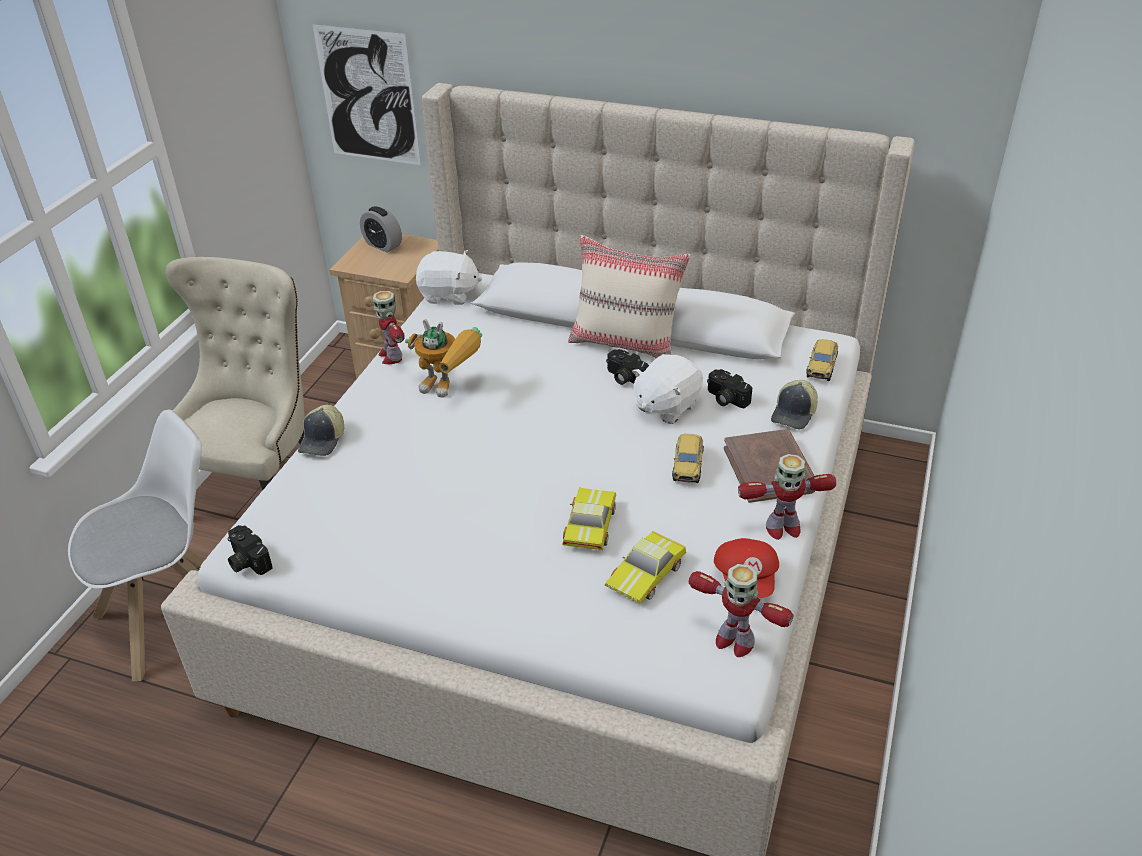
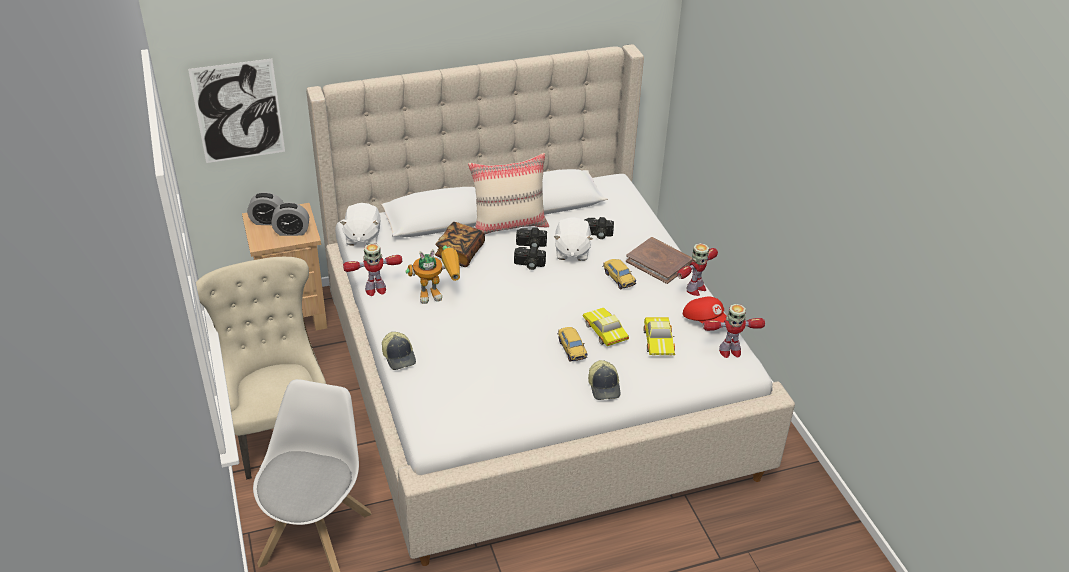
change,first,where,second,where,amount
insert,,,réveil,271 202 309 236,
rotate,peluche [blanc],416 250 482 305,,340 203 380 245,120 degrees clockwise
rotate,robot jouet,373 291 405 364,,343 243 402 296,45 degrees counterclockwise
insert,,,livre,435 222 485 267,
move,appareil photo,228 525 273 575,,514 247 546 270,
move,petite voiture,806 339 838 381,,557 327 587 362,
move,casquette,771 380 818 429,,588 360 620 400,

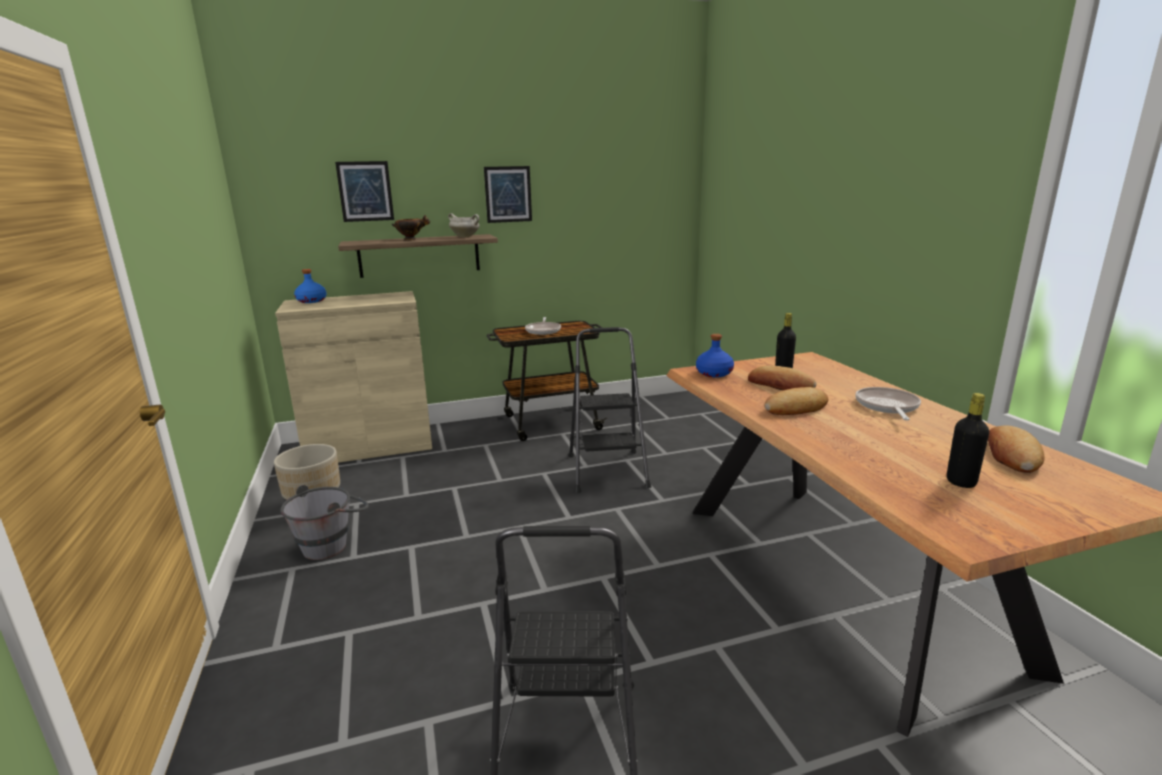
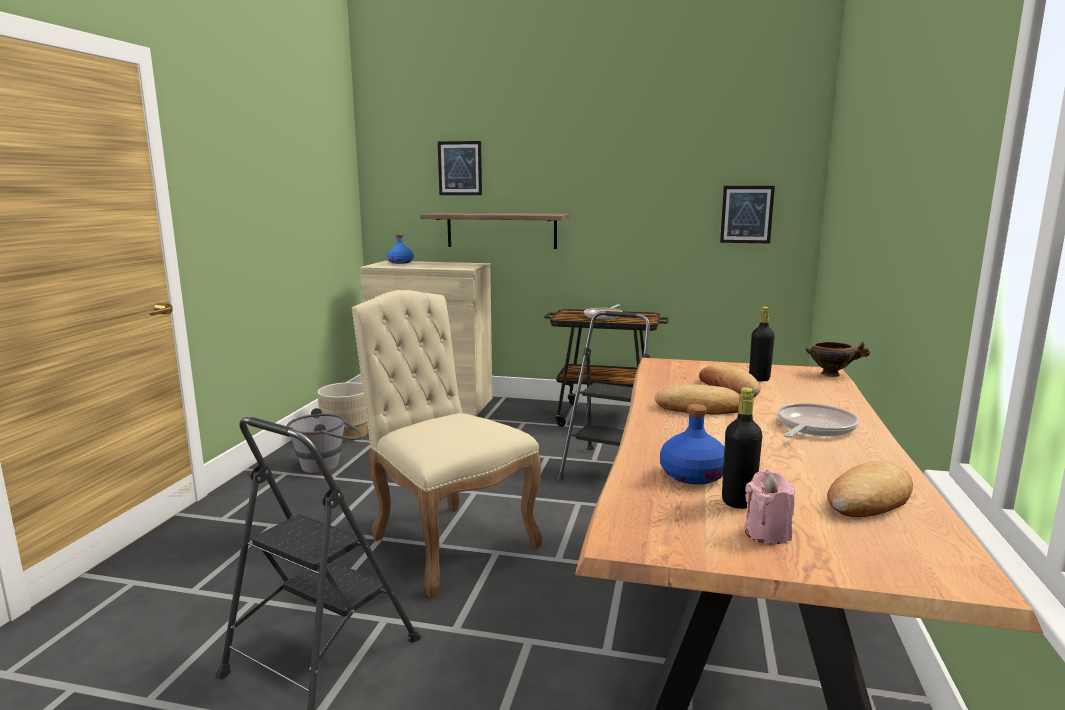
change,first,where,second,where,amount
insert,,,chaise [beige],352 290 542 598,
move,bouteille [bleu],696 334 734 377,,660 404 725 485,
move,tableau,484 166 532 223,,720 186 775 243,
insert,,,bougie [rose],745 470 795 544,
move,bol,392 215 430 240,,806 341 870 377,
delete,marmite [blanc],448 213 479 237,,,

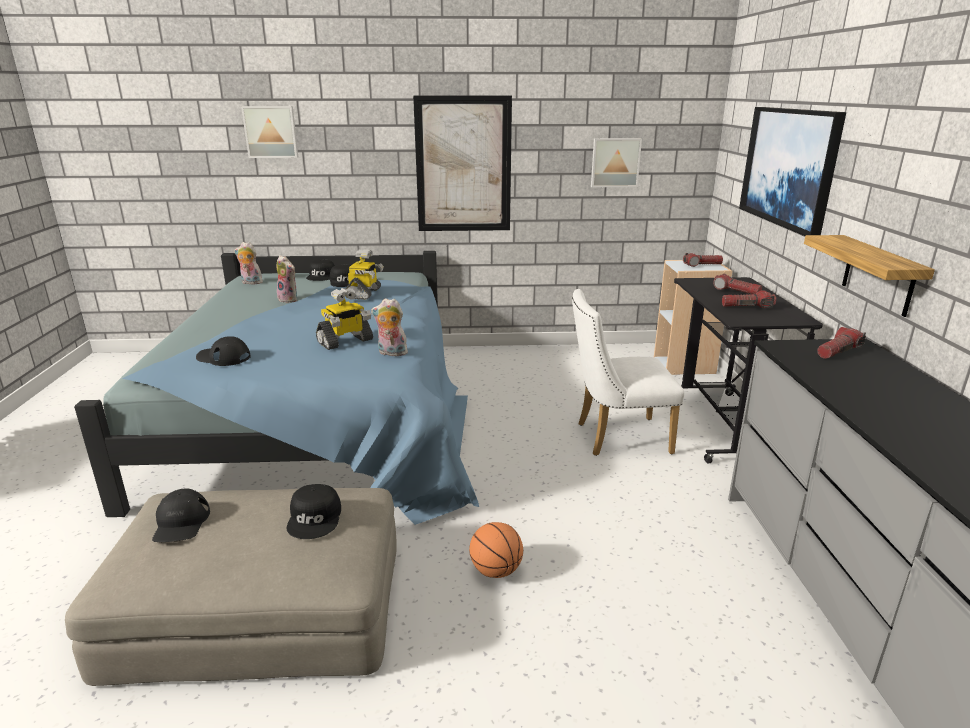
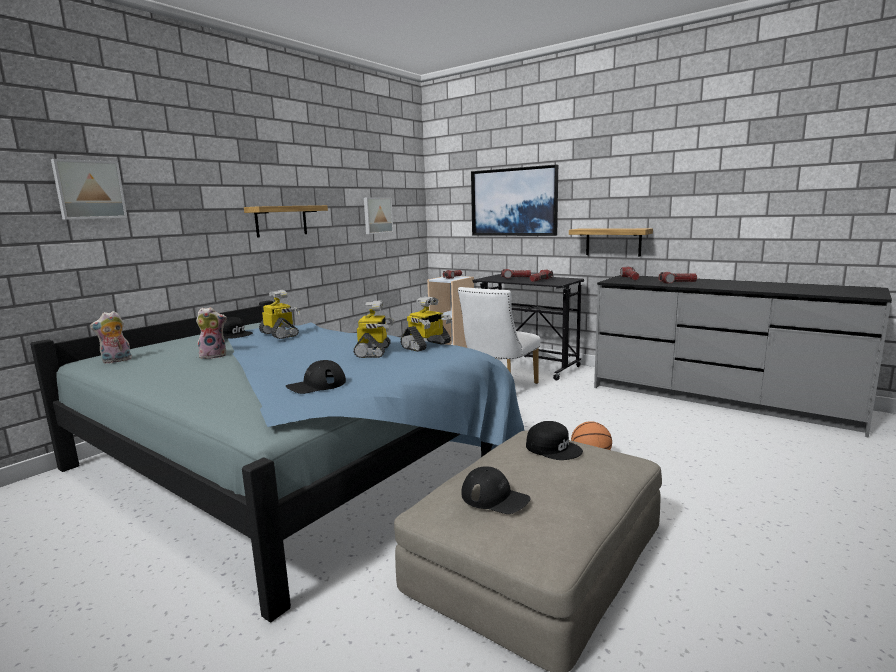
change,first,where,second,where,amount
replace,tableau,413 95 512 231,étagère,244 205 328 238,
replace,peluche,371 298 408 356,robot jouet,401 297 452 352,
insert,,,lampe de poche,659 272 697 284,
delete,casquette [noir],306 259 335 281,,,

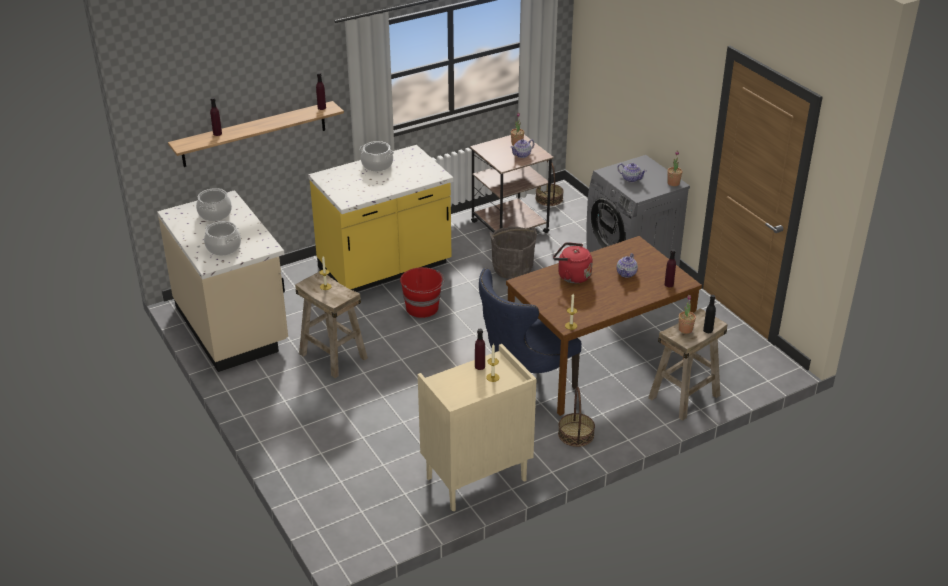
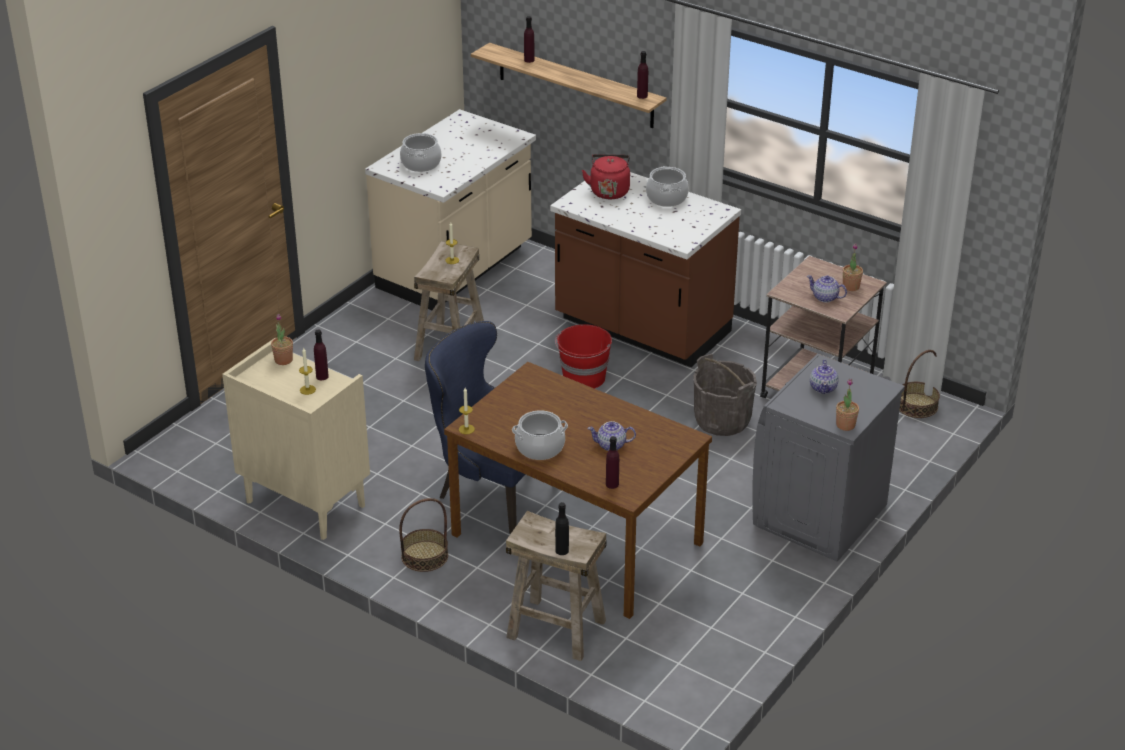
change,first,where,second,where,amount
move,plante en pot,679 295 696 334,,271 314 293 365,
move,marmite,196 188 232 221,,512 410 568 460,
recolor,comptoir de cuisine [jaune],308 145 454 292,comptoir de cuisine [marron],550 172 741 367,
move,bouilloire [rouge],553 242 593 283,,582 154 630 199,

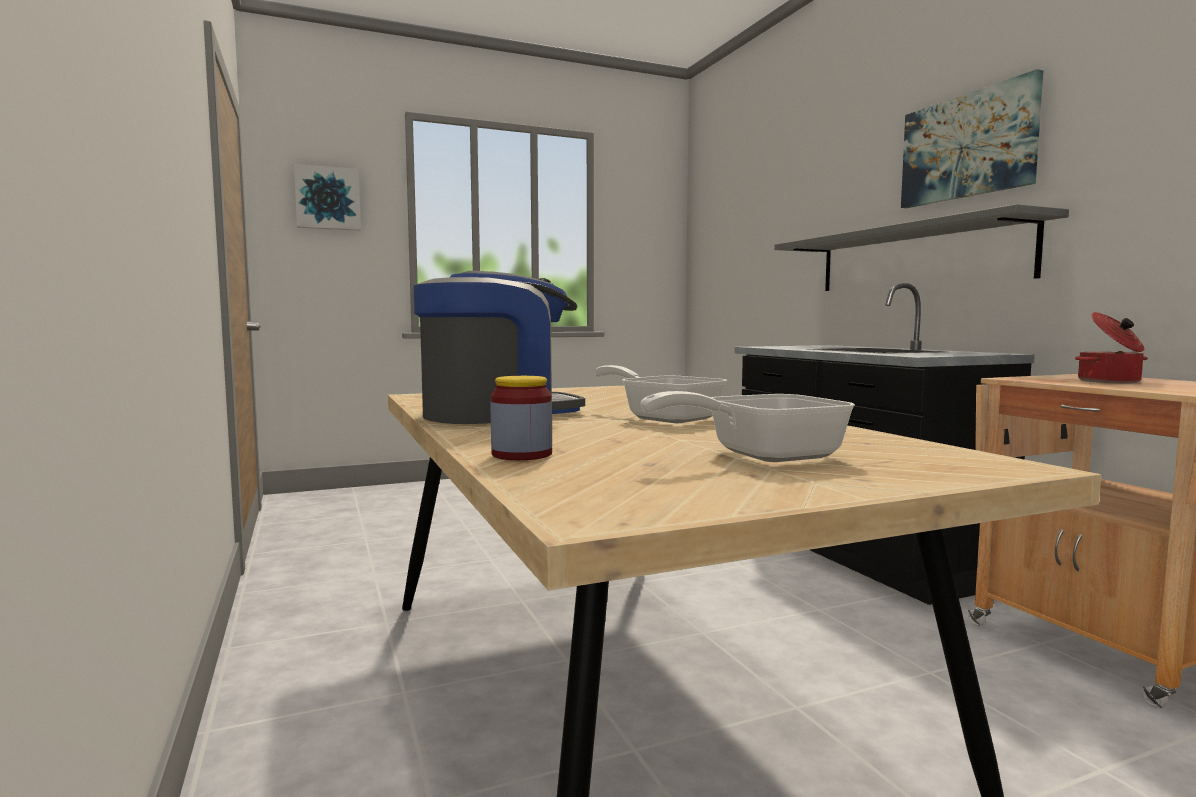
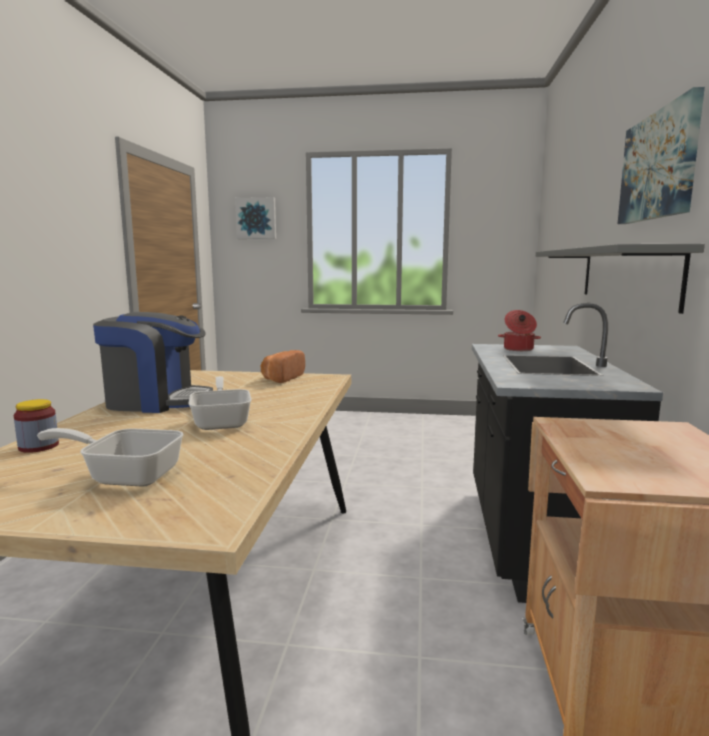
change,first,where,second,where,amount
insert,,,pain,260 350 305 383,
move,marmite,1075 312 1148 383,,498 310 541 351,

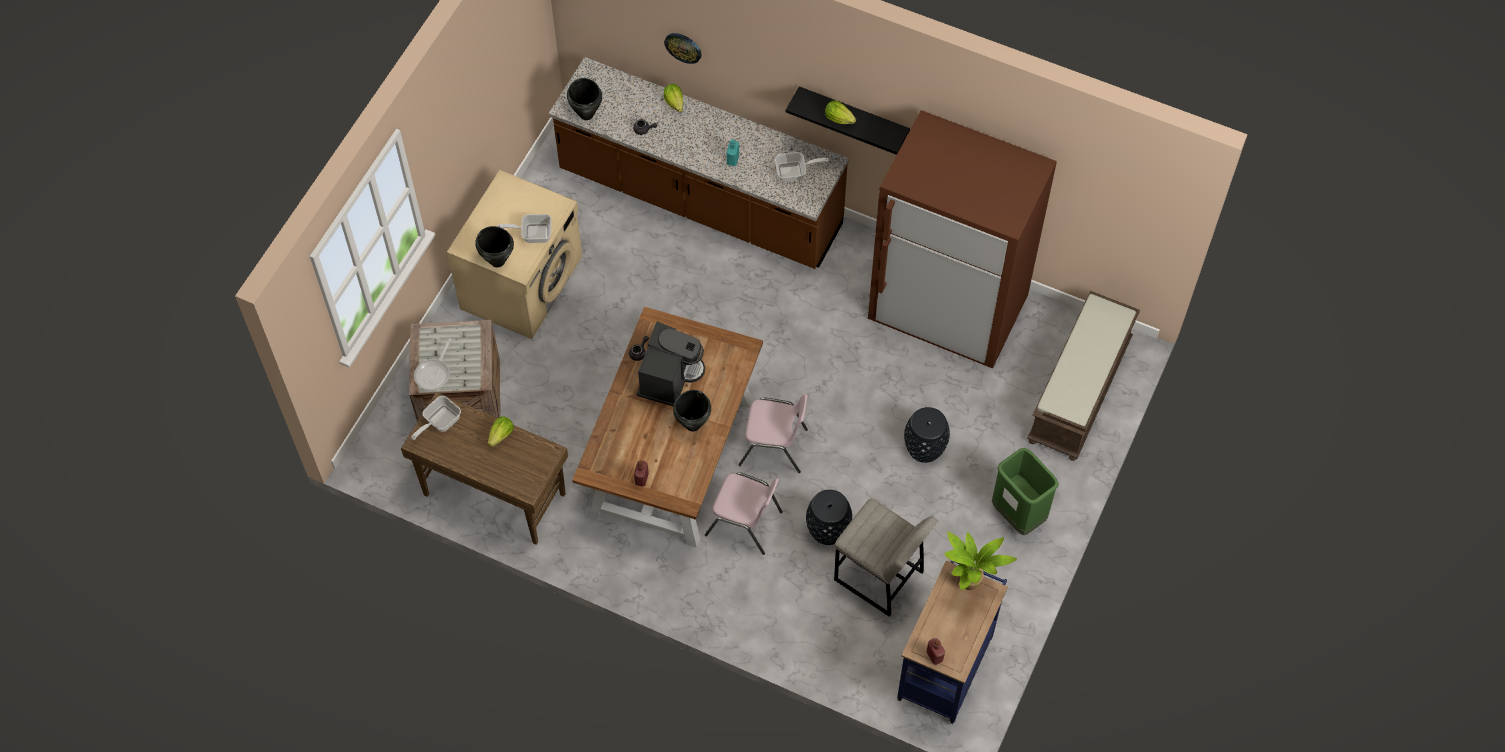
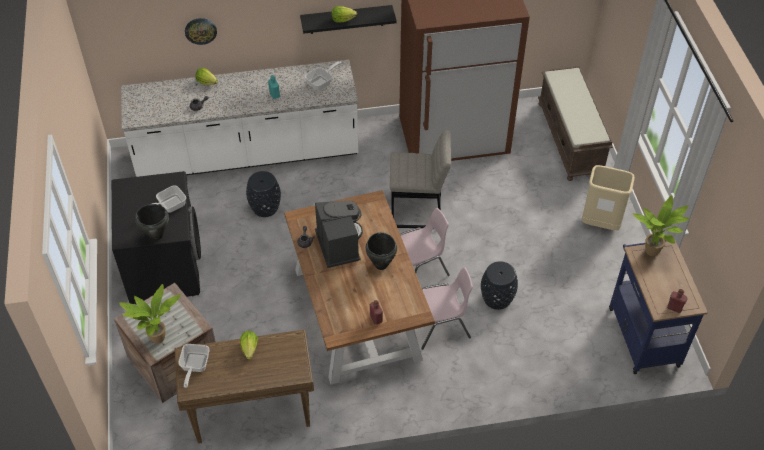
change,first,where,second,where,amount
recolor,lave-linge [beige],447 170 582 339,lave-linge [noir],112 171 201 304,
replace,poêle,414 338 452 390,plante en pot,119 284 181 344,
recolor,comptoir de cuisine [marron],549 57 849 269,comptoir de cuisine [blanc],121 60 358 177,
move,tabouret [noir],904 407 950 463,,246 171 281 217,
move,chaise [gris],834 498 938 617,,390 130 451 229,
recolor,poubelle [vert],992 448 1059 535,poubelle [beige],582 165 635 230,
delete,marmite [noir],567 78 602 120,,,

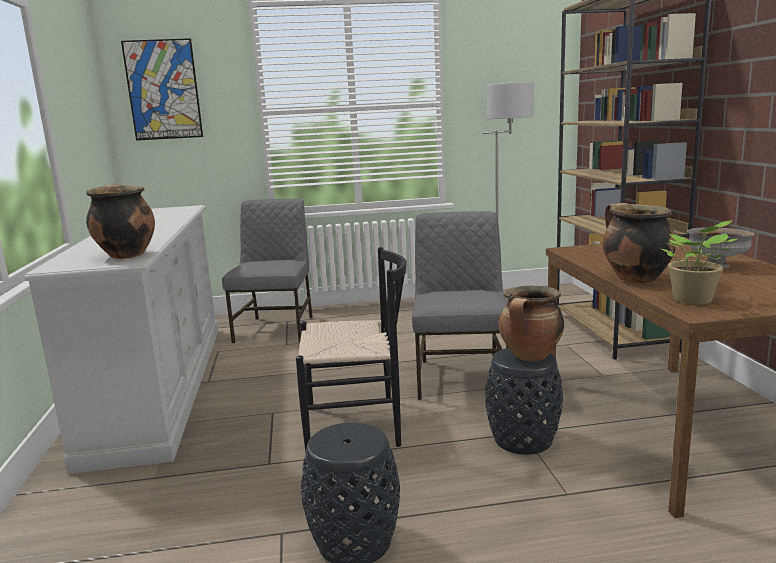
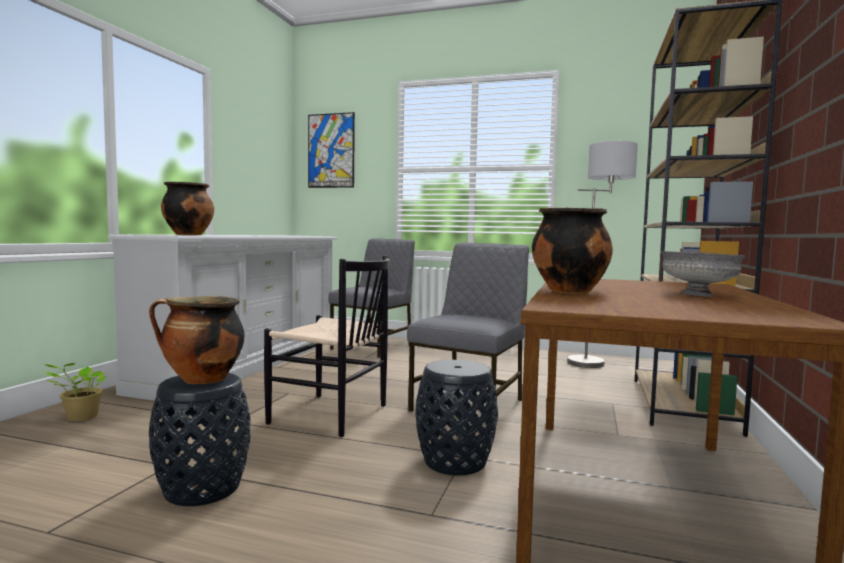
change,first,where,second,where,amount
move,plante en pot,661 220 737 304,,44 363 107 421,
move,marmite,499 286 564 362,,149 296 245 384,

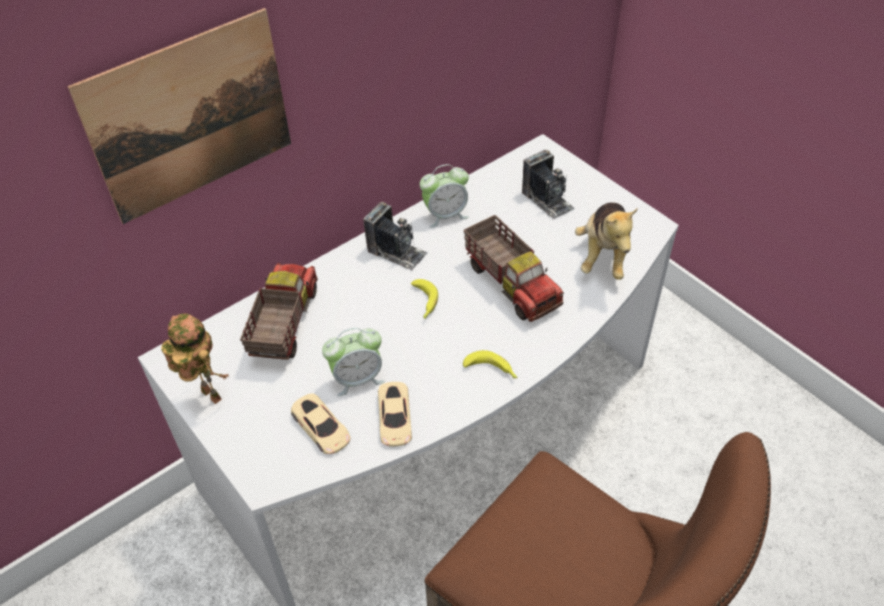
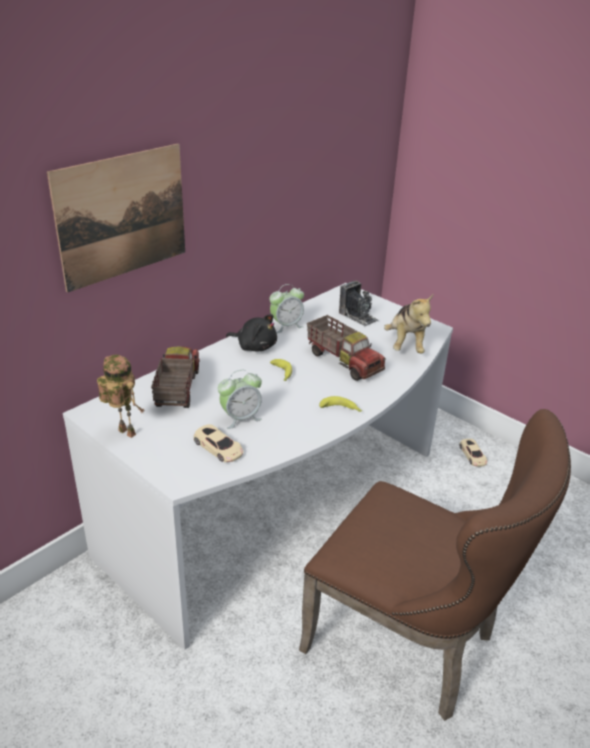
change,first,where,second,where,amount
replace,appareil photo,363 202 427 271,peluche [noir],226 314 277 351,
move,petite voiture [beige],378 382 412 447,,459 439 487 467,

